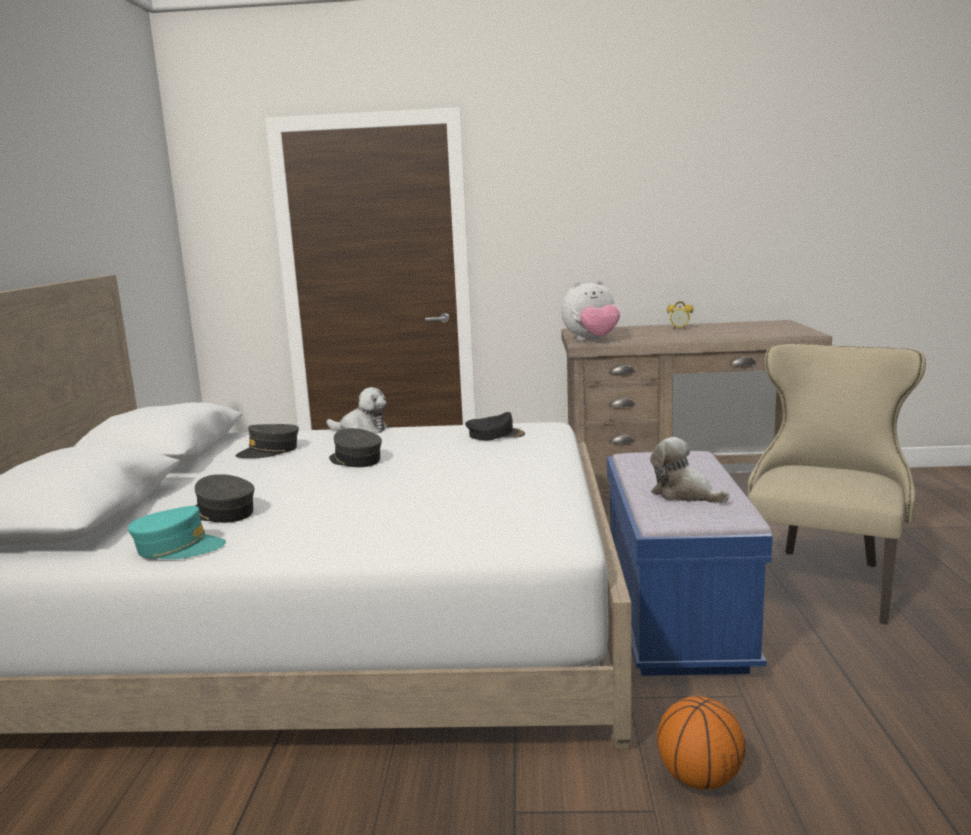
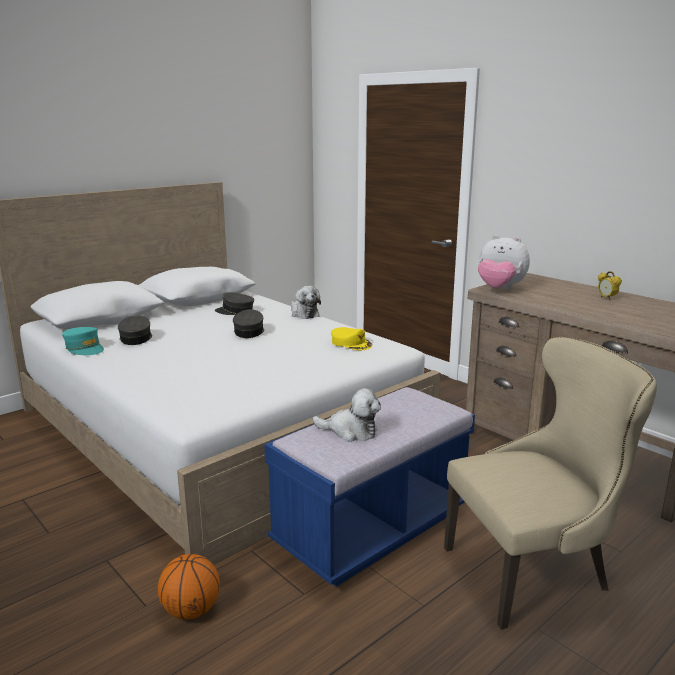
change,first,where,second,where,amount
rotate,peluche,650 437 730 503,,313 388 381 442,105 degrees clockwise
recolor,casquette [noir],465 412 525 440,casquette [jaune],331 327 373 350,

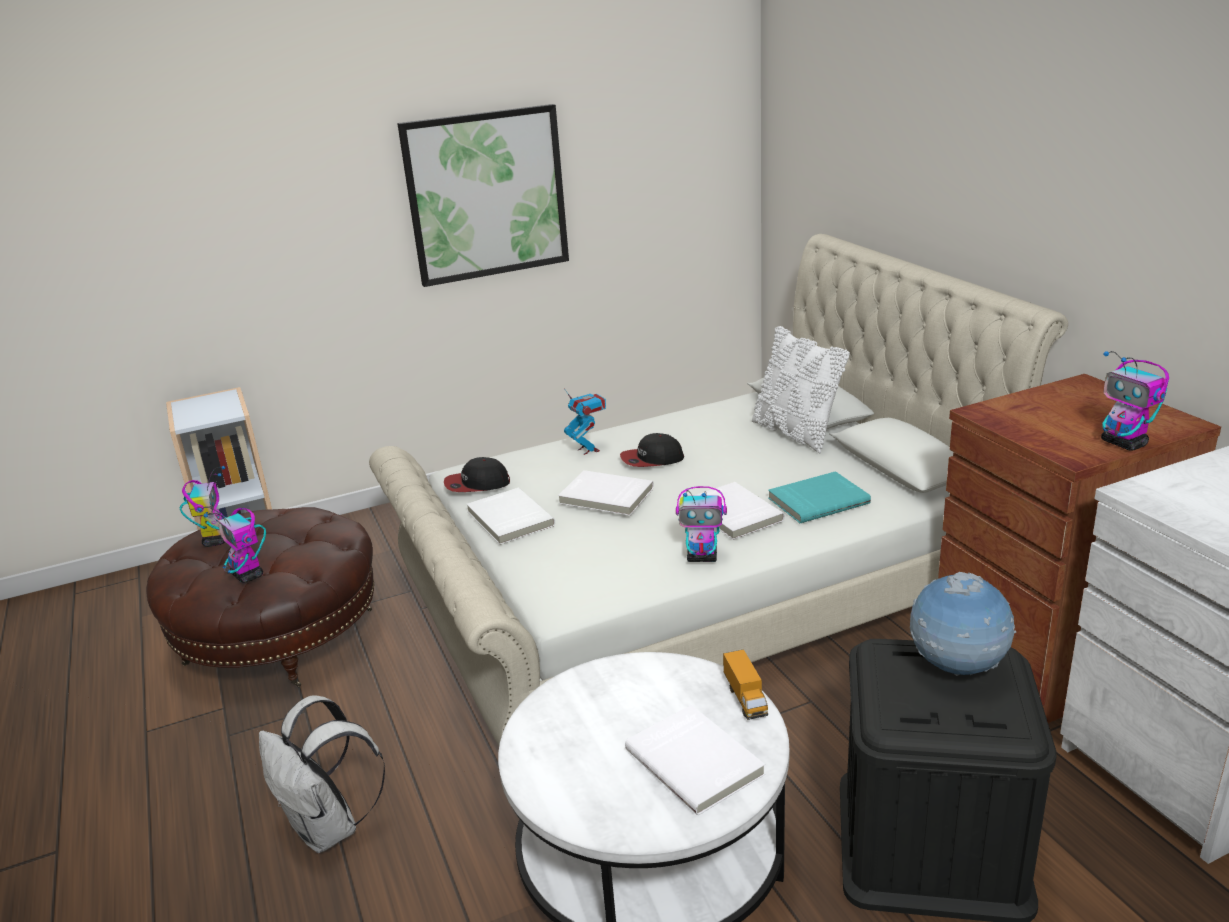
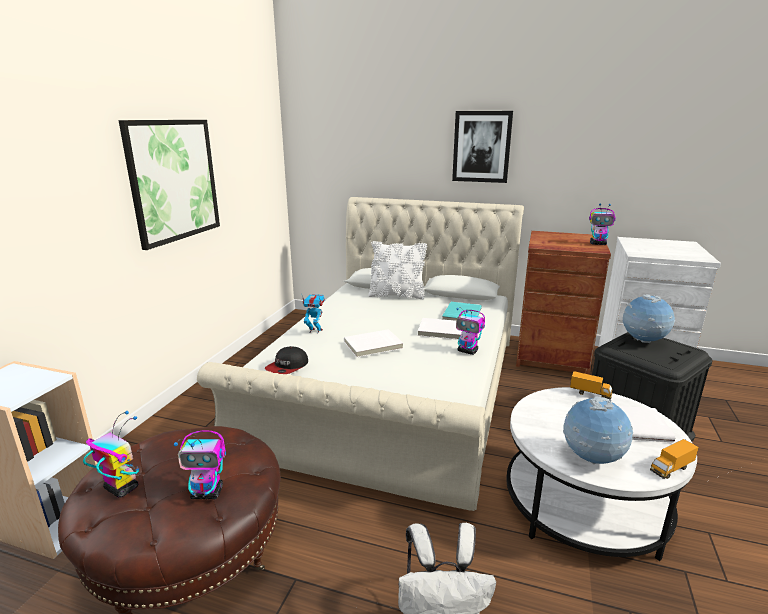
change,first,where,second,where,amount
insert,,,tableau,452 111 513 183,
rotate,robot jouet,676 486 727 562,,456 307 485 355,75 degrees clockwise
insert,,,globe,563 396 633 464,
insert,,,camion jouet,650 439 699 479,
delete,livre [blanc],466 487 555 545,,,
delete,casquette,620 433 684 467,,,

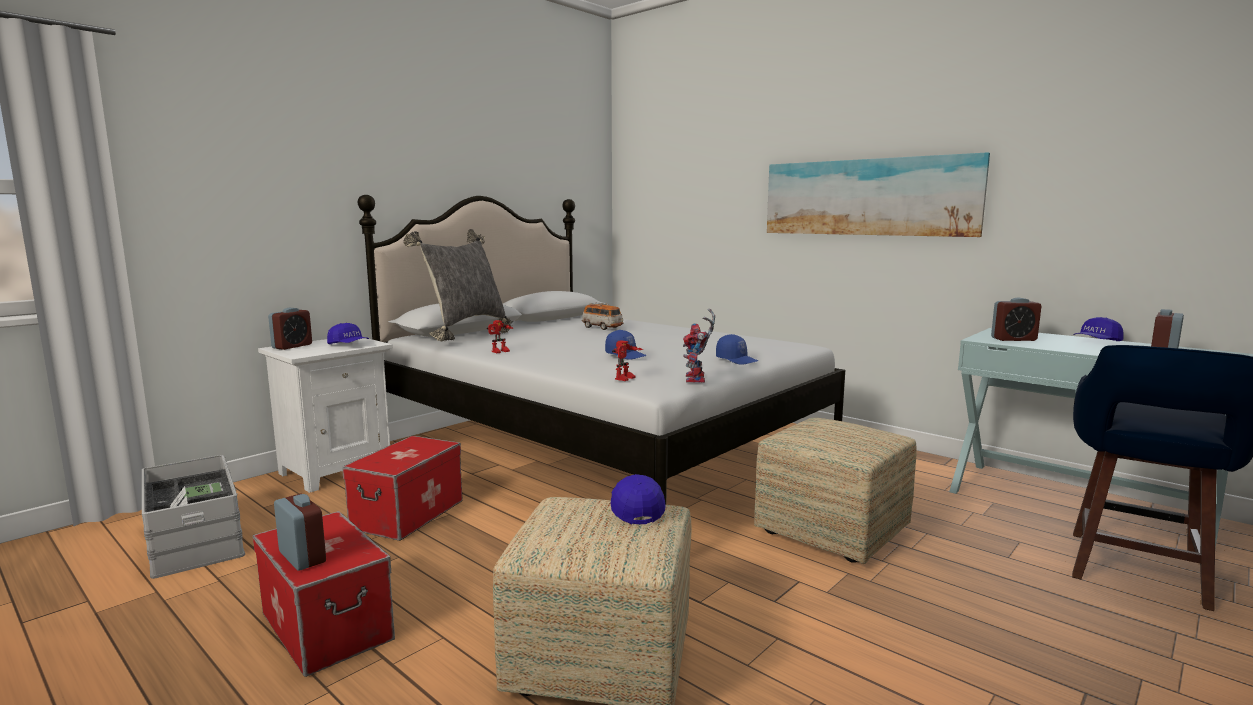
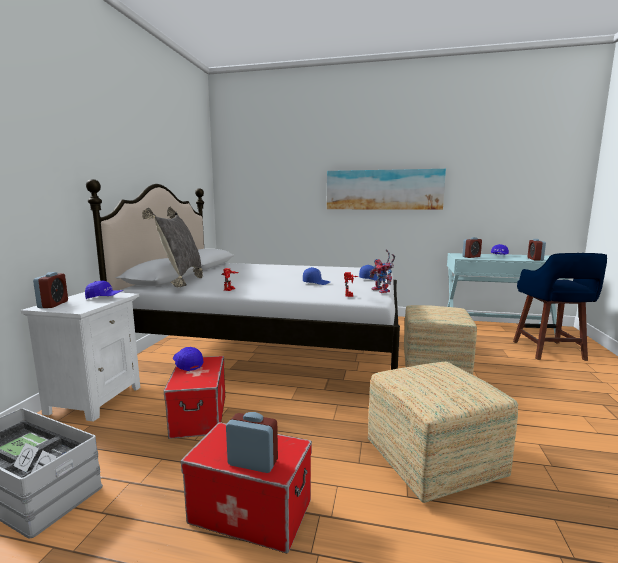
change,first,where,second,where,amount
move,casquette [bleu],610 474 666 524,,173 347 204 371,
delete,petite voiture,582 302 624 330,,,

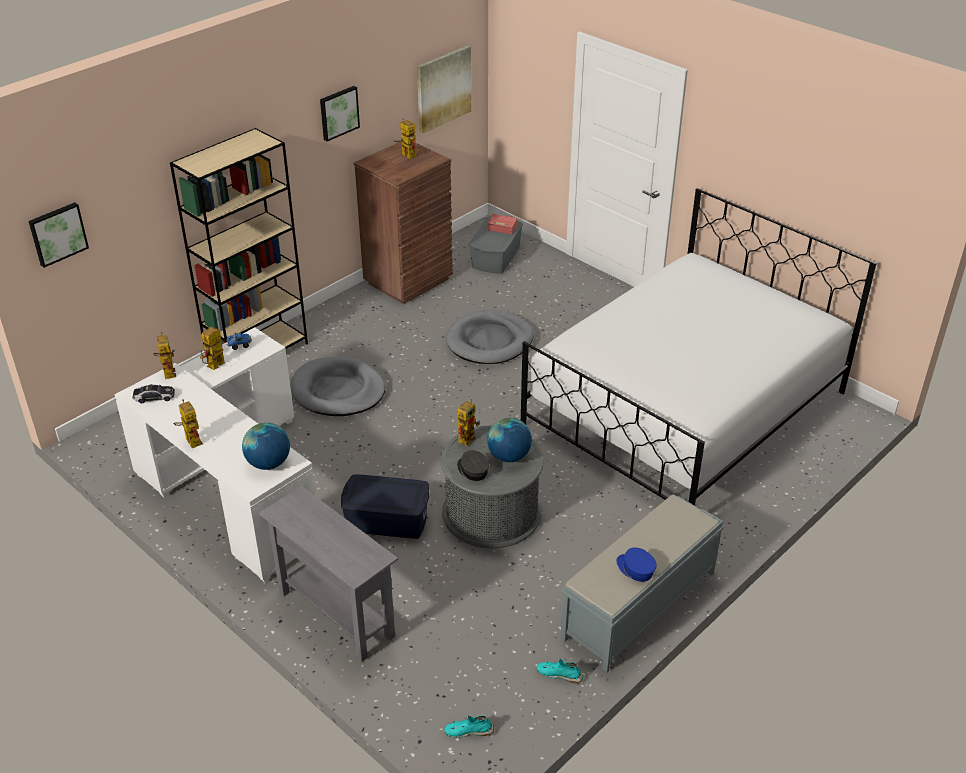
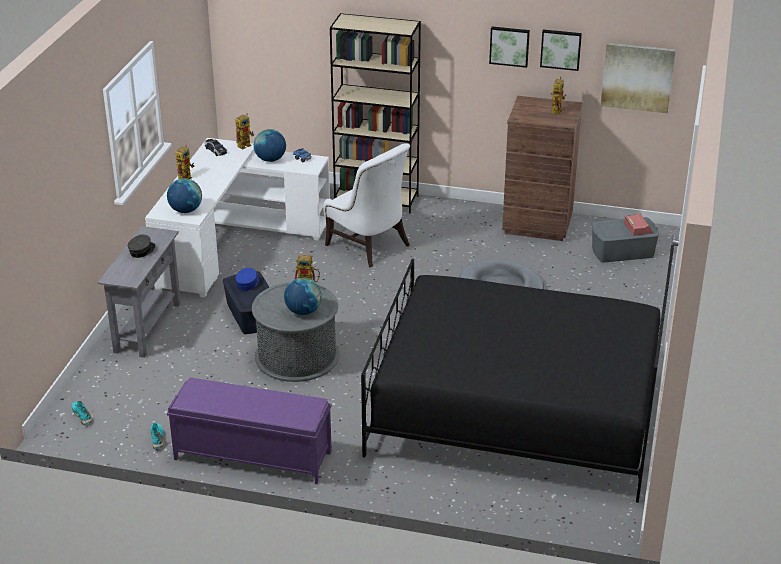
change,first,where,second,where,amount
move,casquette [gris],457 450 489 481,,128 234 155 258,
recolor,banc [gris],560 495 724 672,banc [violet],167 378 332 484,
move,casquette [bleu],616 547 657 582,,235 268 259 291,
replace,robot jouet,200 327 225 370,globe,254 129 286 162,
replace,panier pour chien [gris],290 357 385 416,chaise [blanc],323 143 410 267,
recolor,lit [blanc],521 188 877 506,lit [noir],361 245 674 503,
move,tableau,29 202 89 268,,540 29 582 71,

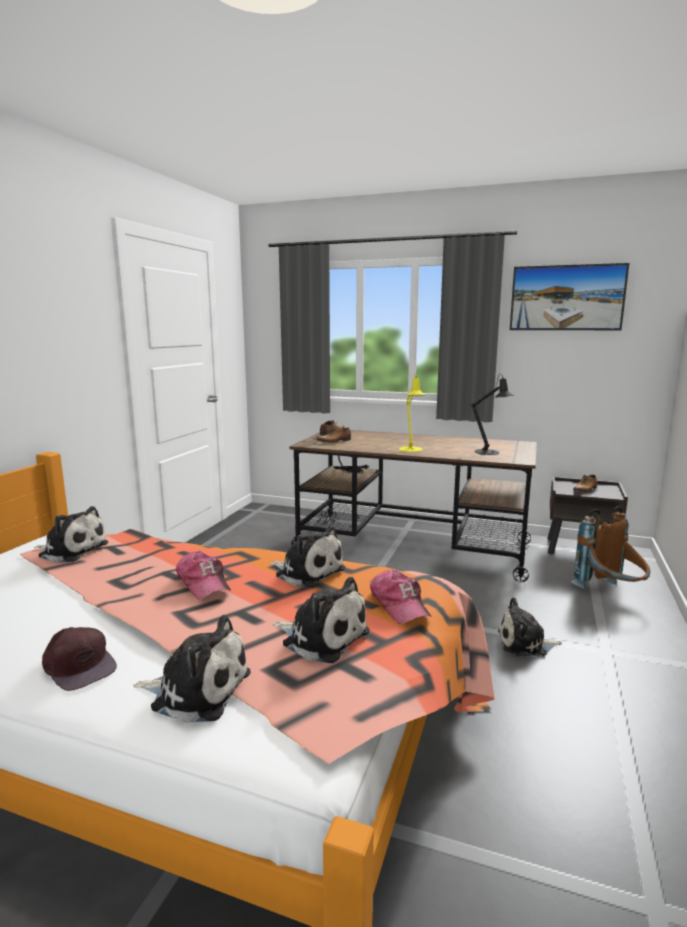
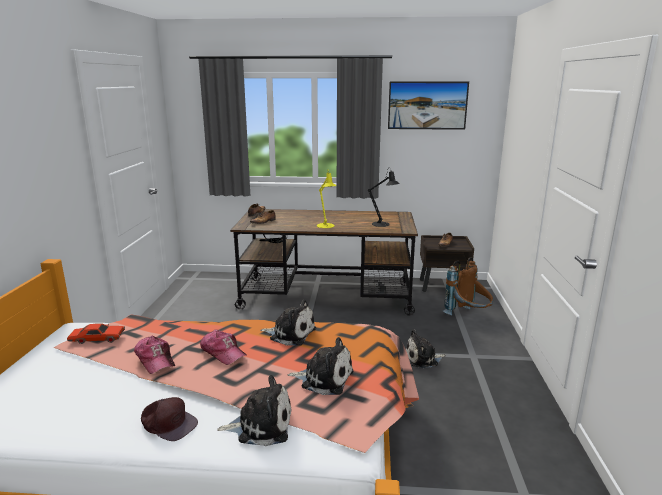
change,first,where,second,where,amount
replace,peluche,34 506 109 563,petite voiture [rouge],67 323 125 344,
move,casquette,370 569 432 624,,134 336 175 374,

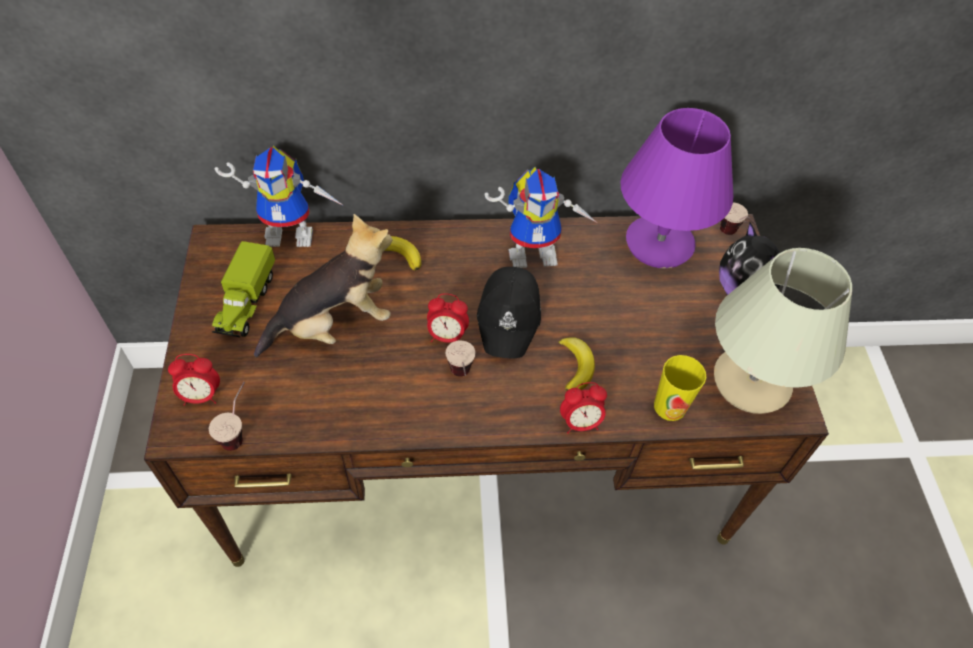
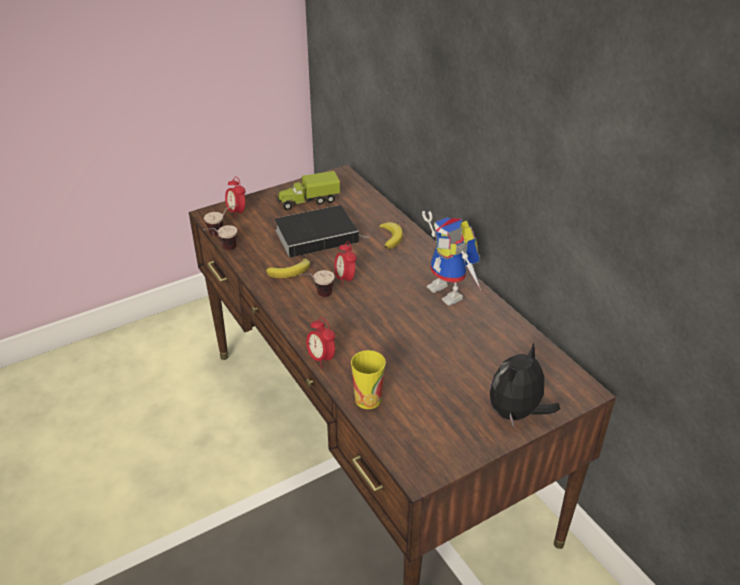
change,first,where,second,where,amount
move,tasse,720 203 756 235,,203 225 237 250,
move,banane,558 337 595 391,,266 258 310 278,
replace,peluche,254 214 392 357,livre,274 205 371 258,
delete,robot jouet,215 145 344 247,,,
delete,casquette [noir],477 267 541 359,,,
delete,lampe de table [violet],620 108 733 269,,,
delete,lampe de table [beige],714 248 852 414,,,

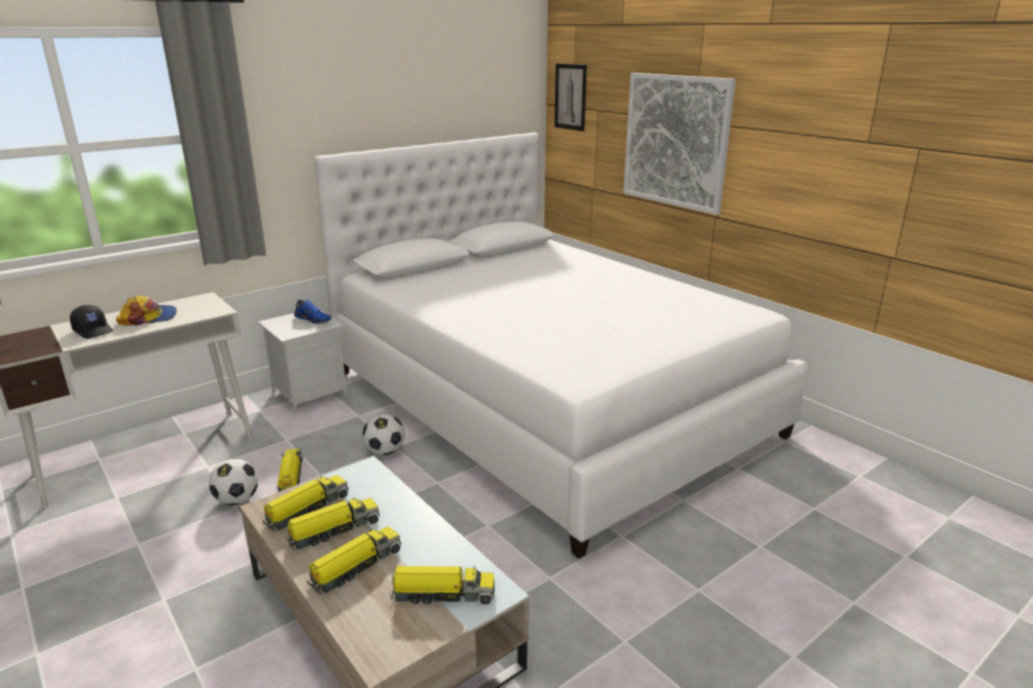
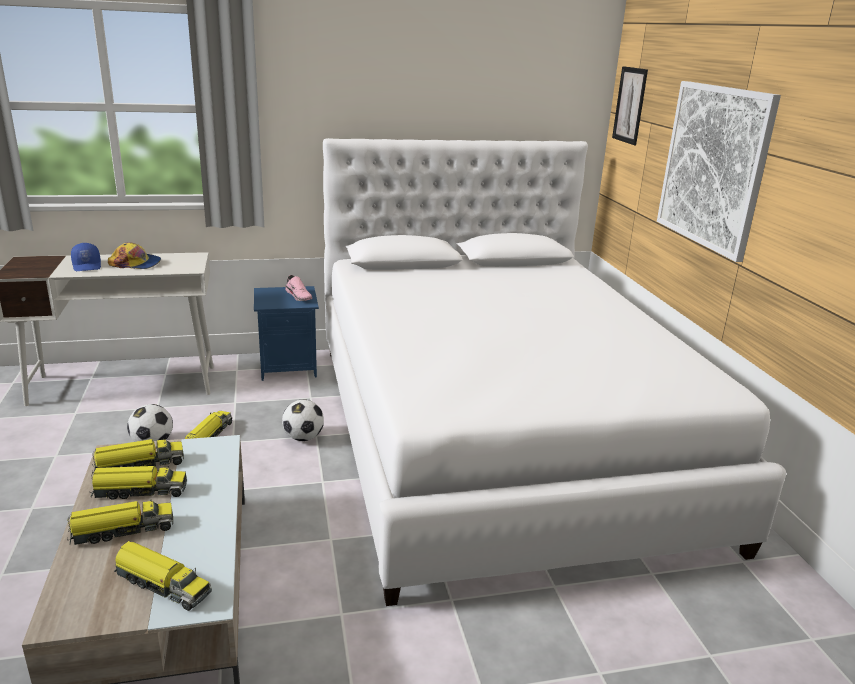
change,first,where,second,where,amount
recolor,casquette [noir],70 305 113 339,casquette [bleu],71 243 101 271,
recolor,table de chevet [gris],258 310 347 413,table de chevet [bleu],254 286 319 381,
recolor,chaussure [bleu],294 300 331 324,chaussure [rose],285 275 312 301,

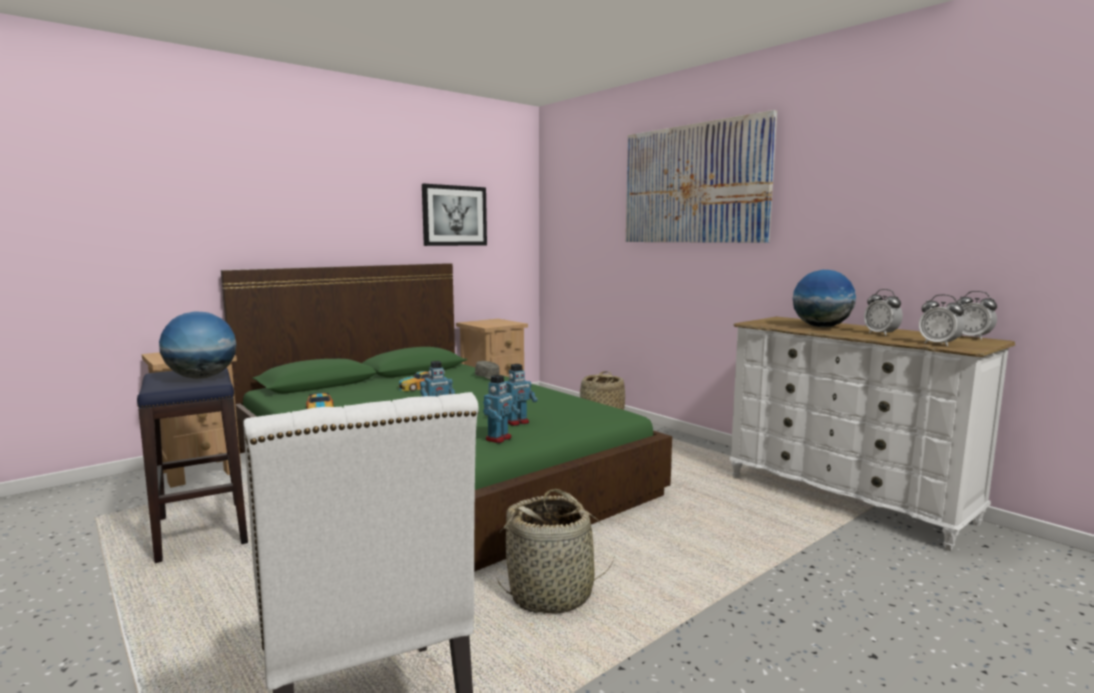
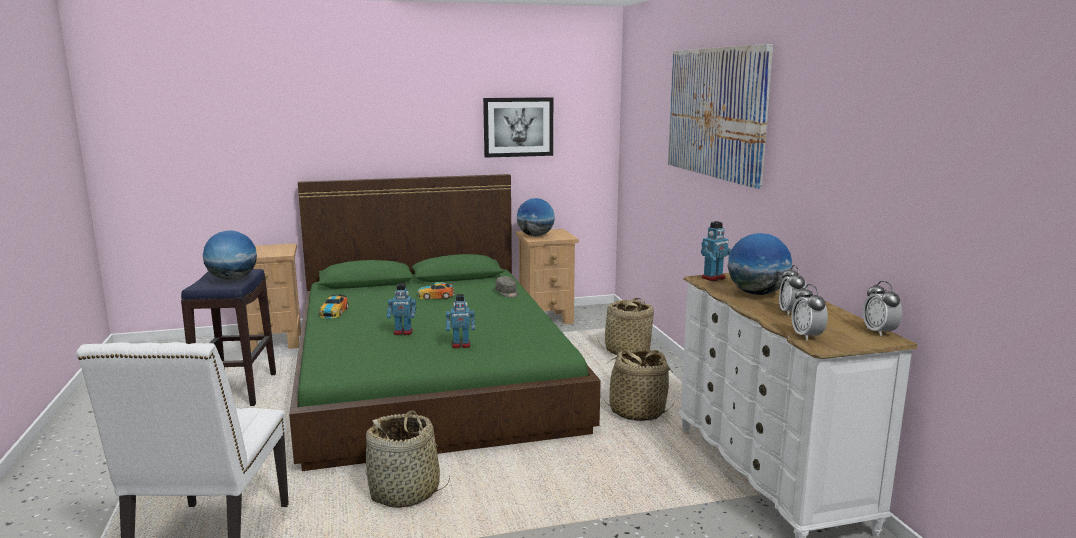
change,first,where,second,where,amount
insert,,,globe,517 198 555 236,
insert,,,panier,600 349 674 421,
move,robot jouet,483 375 520 443,,701 221 731 281,

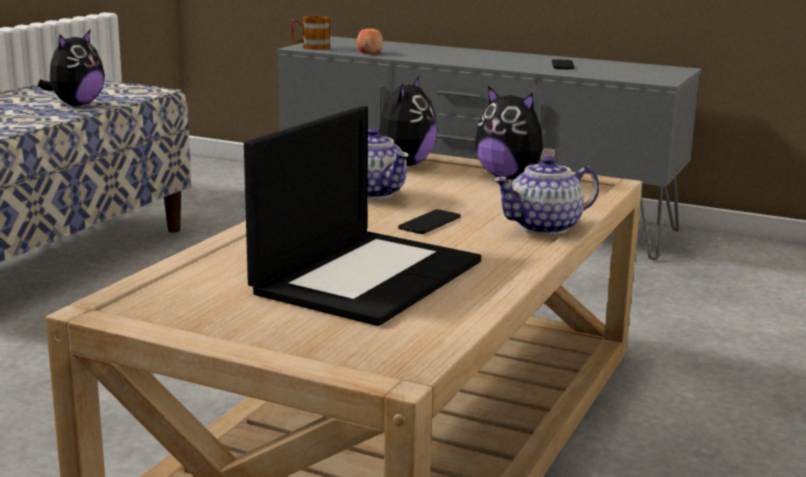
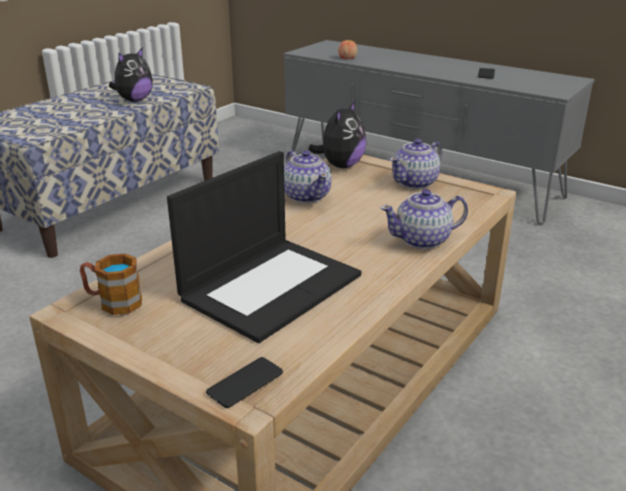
change,first,where,second,where,amount
move,mug,290 16 330 50,,80 254 142 315,
move,téléphone,398 209 461 234,,206 357 283 408,
replace,peluche,475 85 556 179,théière,390 139 442 189,

